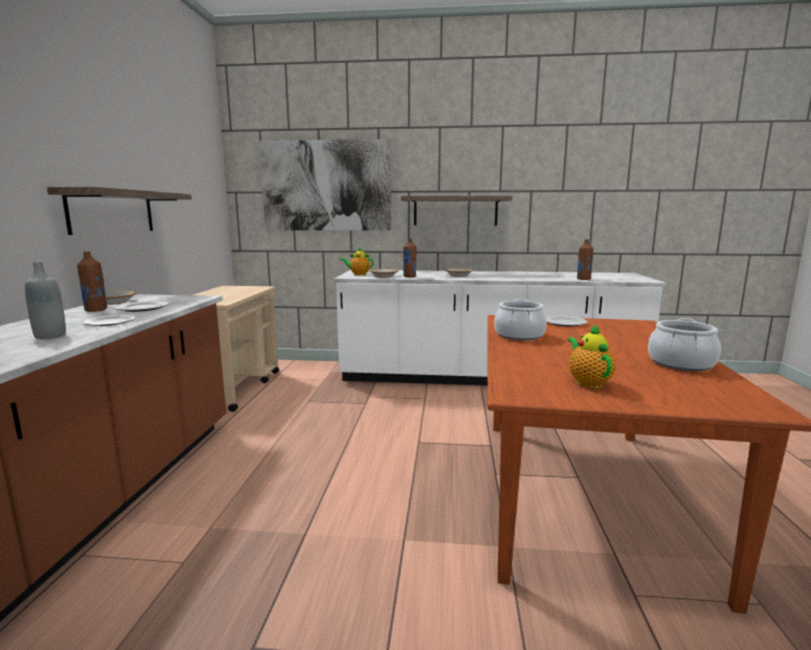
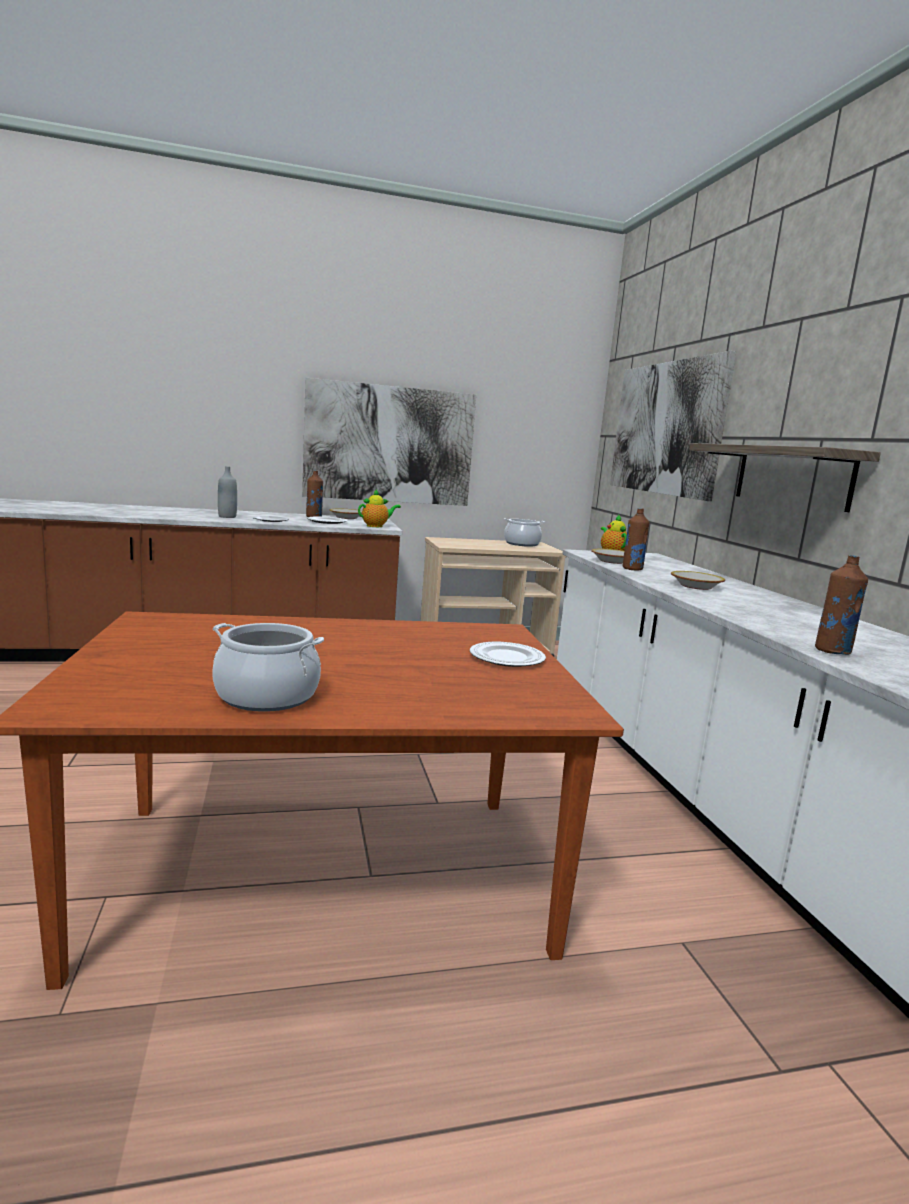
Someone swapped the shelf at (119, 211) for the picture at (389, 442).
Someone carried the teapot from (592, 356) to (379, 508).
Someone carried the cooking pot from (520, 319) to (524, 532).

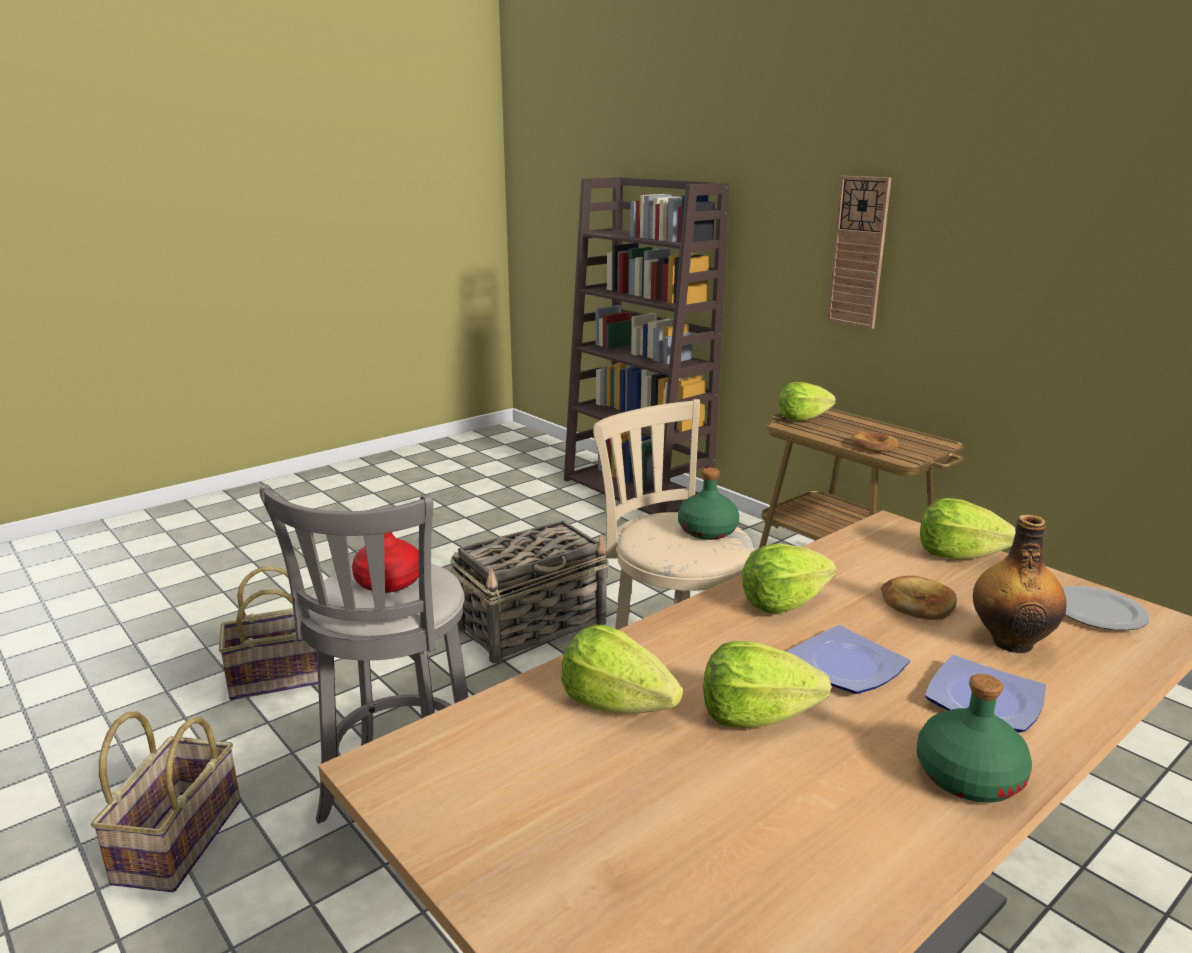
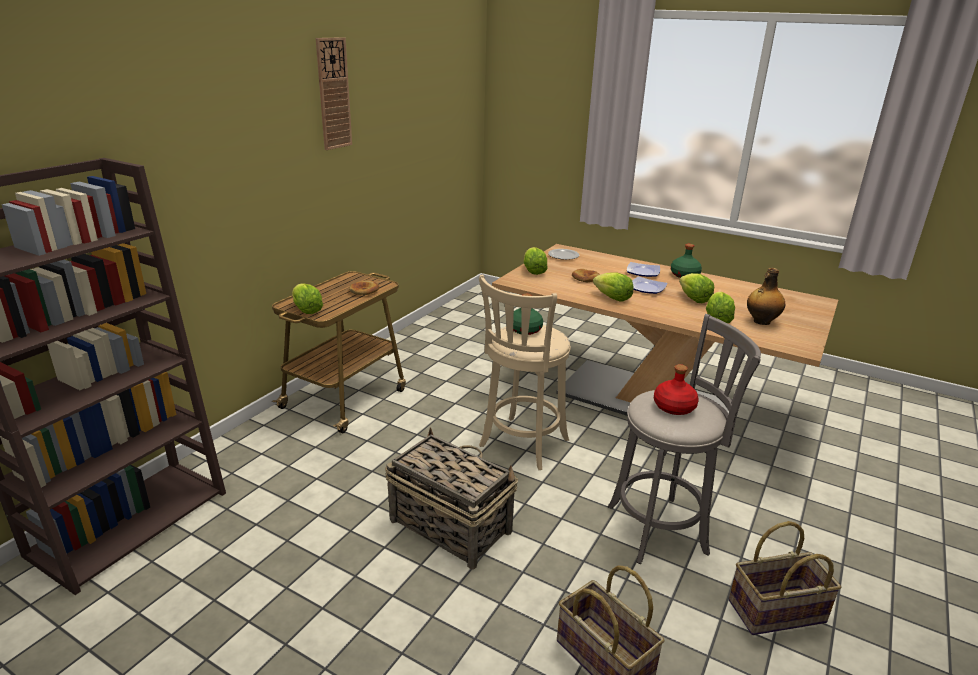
Someone carried the wall clock from (859, 252) to (334, 93).
Someone carried the bottle from (1020, 584) to (766, 296).

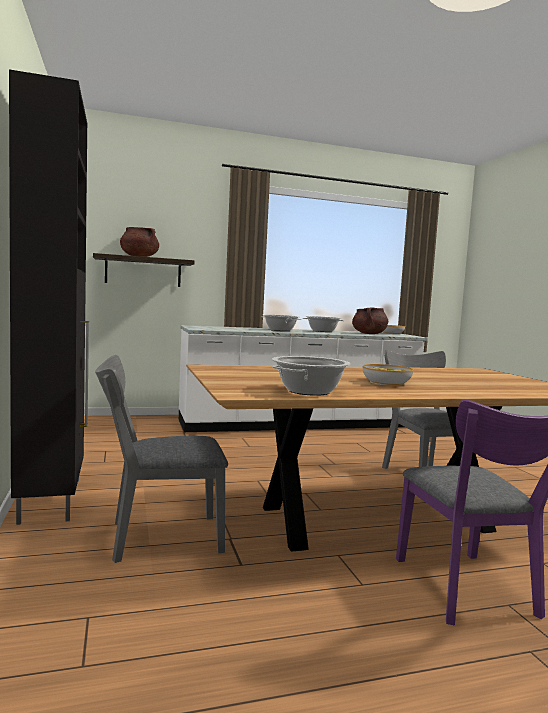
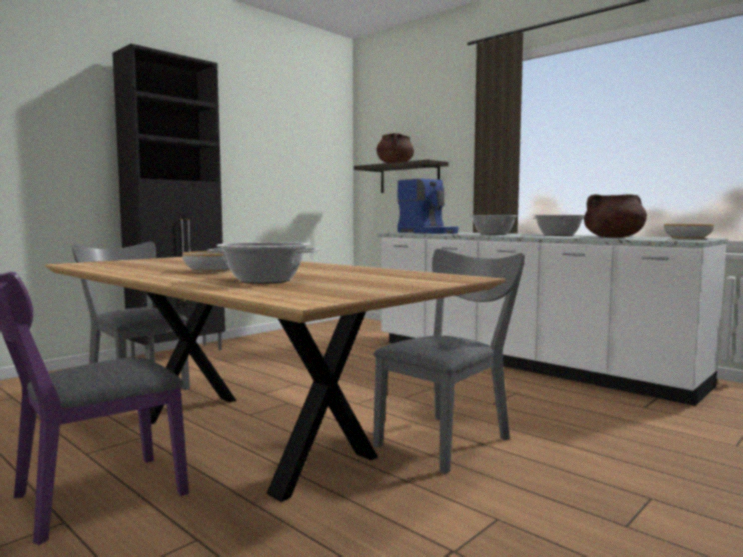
Someone carried the cooking pot from (311, 376) to (263, 263).
Someone put down the coffee machine at (427, 206).

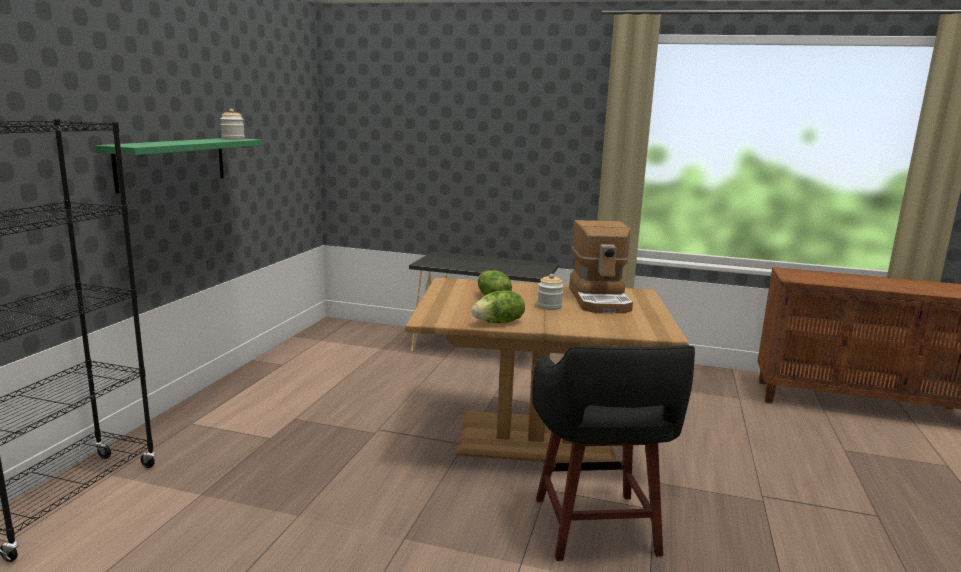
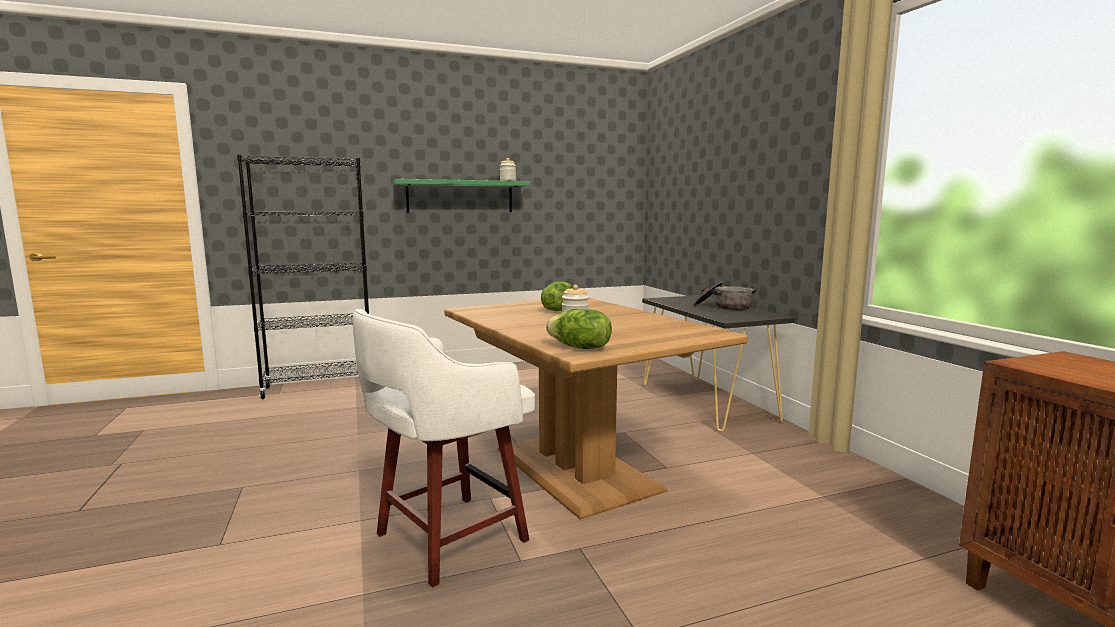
Someone repainted the black stool at (613, 453), which became the white stool at (444, 448).
Someone carried the lettuce from (498, 306) to (579, 329).
Someone put down the cooking pot at (725, 296).
Someone took away the coffee machine at (601, 266).

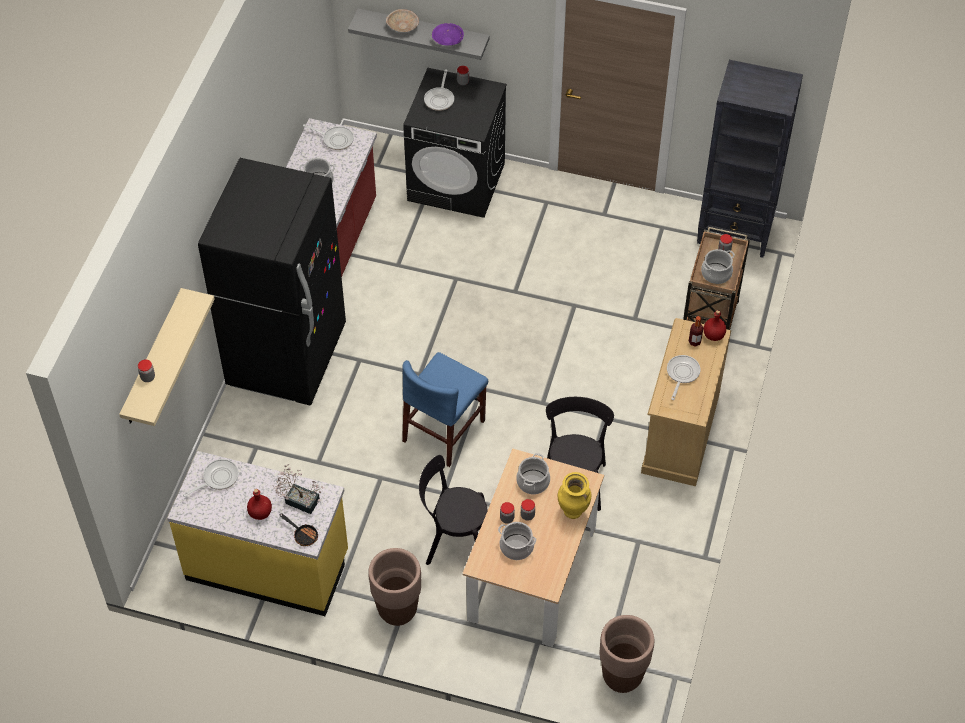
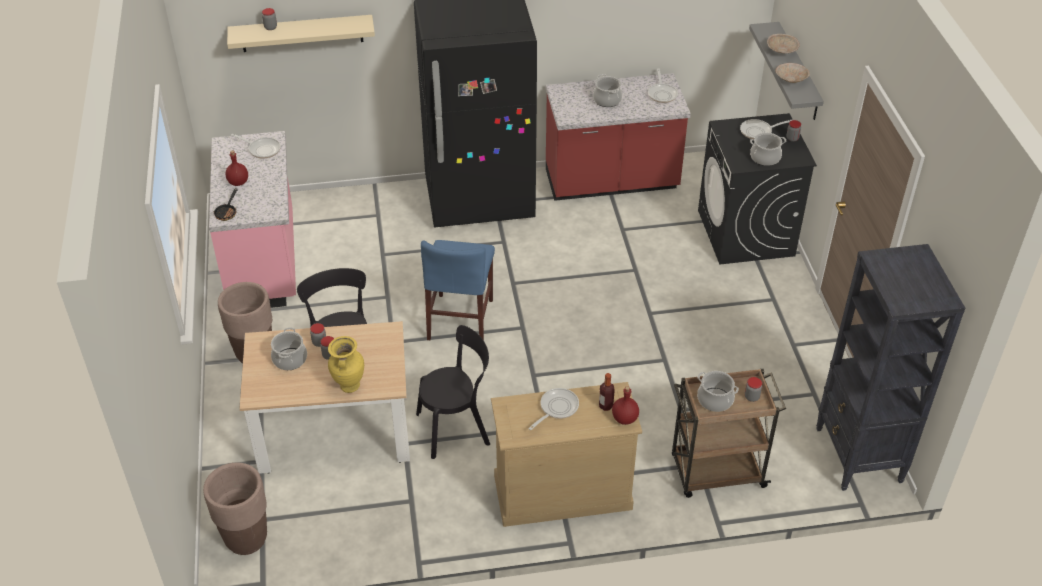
Someone repainted the yellow counter at (257, 533), which became the pink counter at (252, 219).
Someone rotated the blue chair at (445, 409) by 90 degrees counterclockwise.
Someone rotated the frying pan at (684, 377) by 45 degrees counterclockwise.
Someone carried the cooking pot from (533, 473) to (768, 149).
Someone repainted the purple bowl at (448, 34), which became the beige bowl at (792, 73).
Someone took away the potted plant at (298, 489).

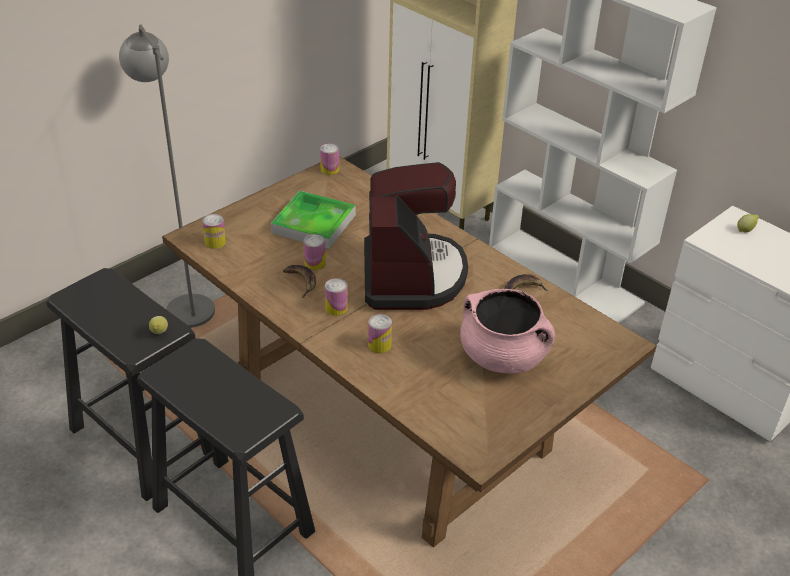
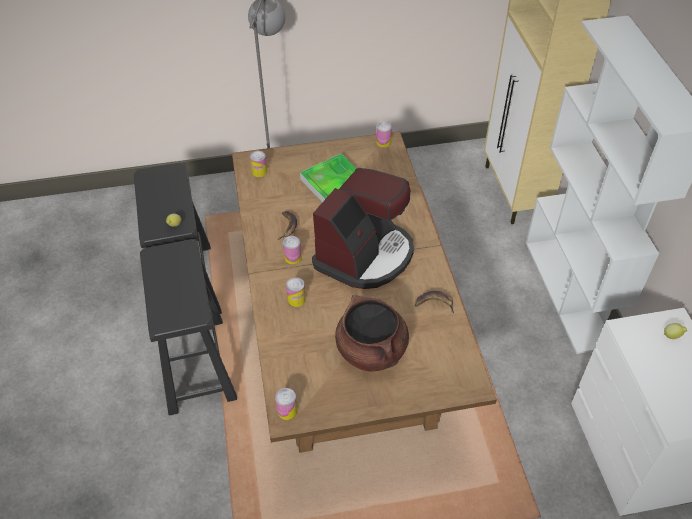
Someone carried the can from (314, 252) to (286, 404).
Someone repainted the pink cooking pot at (507, 331), which became the brown cooking pot at (372, 333).

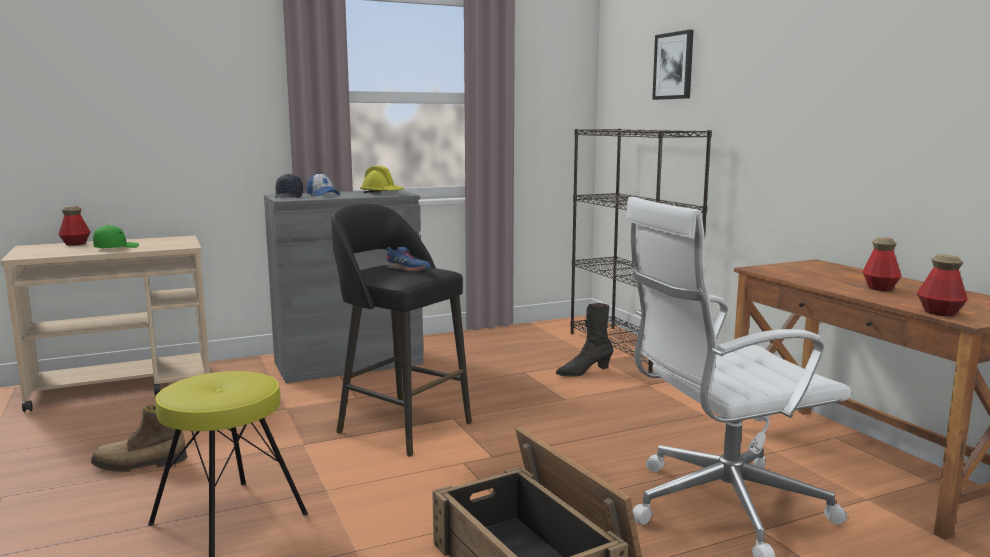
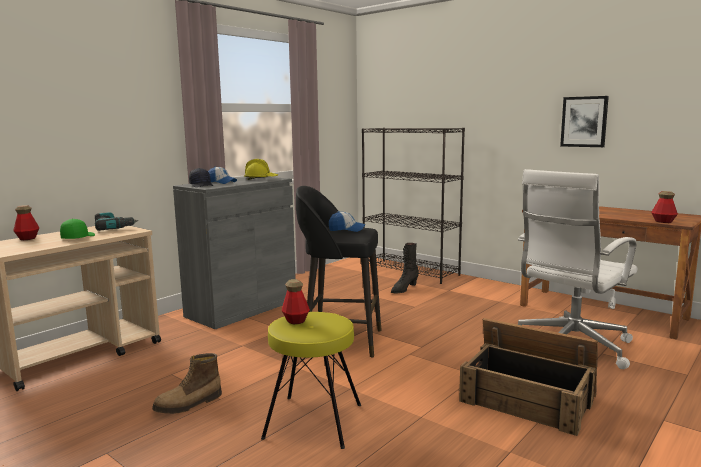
Someone put down the power drill at (116, 221).
Someone carried the bottle from (882, 264) to (296, 301).
Someone swapped the blue shoe at (408, 259) for the cap at (347, 221).
Someone carried the picture from (673, 65) to (584, 121).

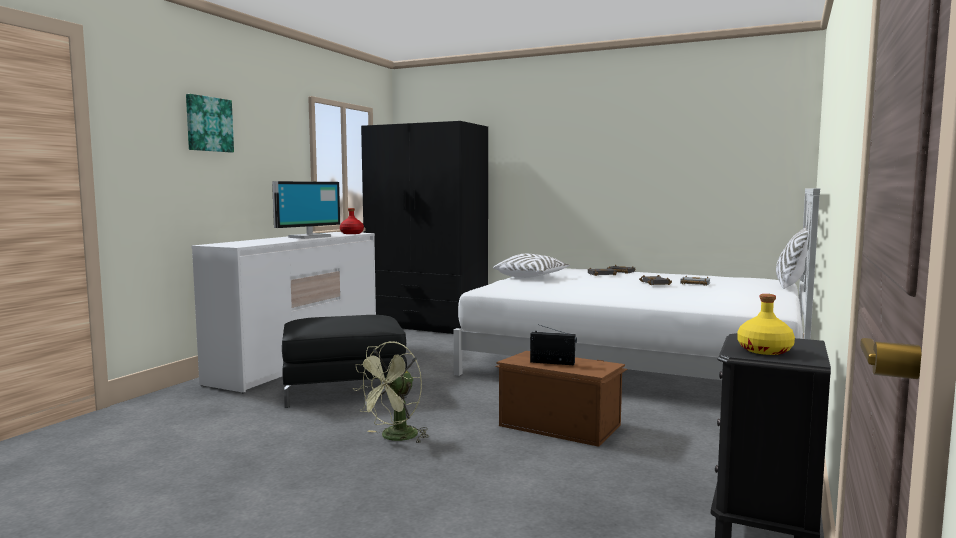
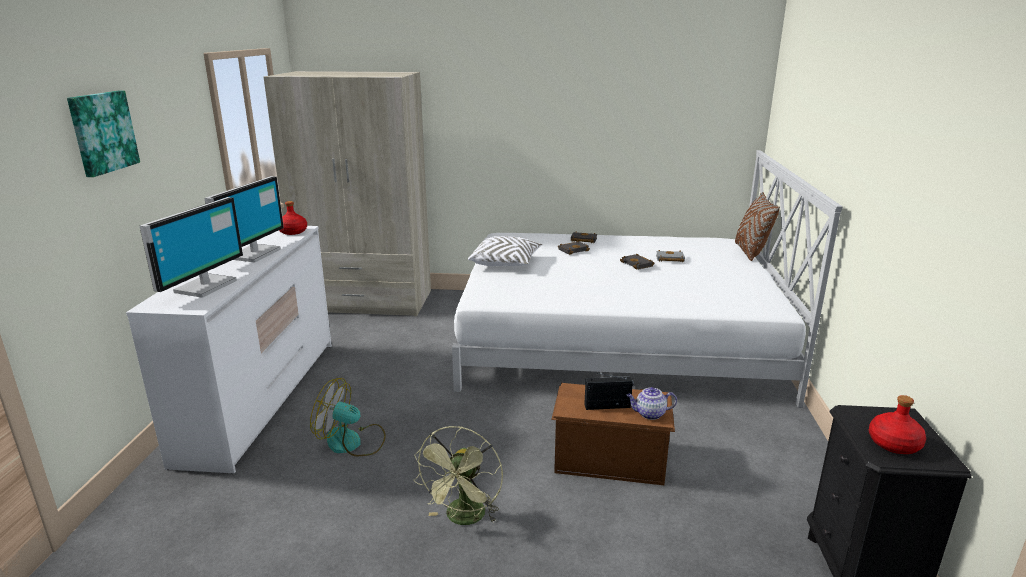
Someone put down the monitor at (191, 247).
Someone repainted the black wardrobe at (424, 227), which became the beige wardrobe at (347, 194).
Someone swapped the black ottoman at (344, 361) for the fan at (348, 417).
Someone put down the teapot at (652, 403).
Someone repainted the white pillow at (792, 258), which became the brown pillow at (757, 226).
Someone repainted the yellow bottle at (766, 324), which became the red bottle at (897, 424).

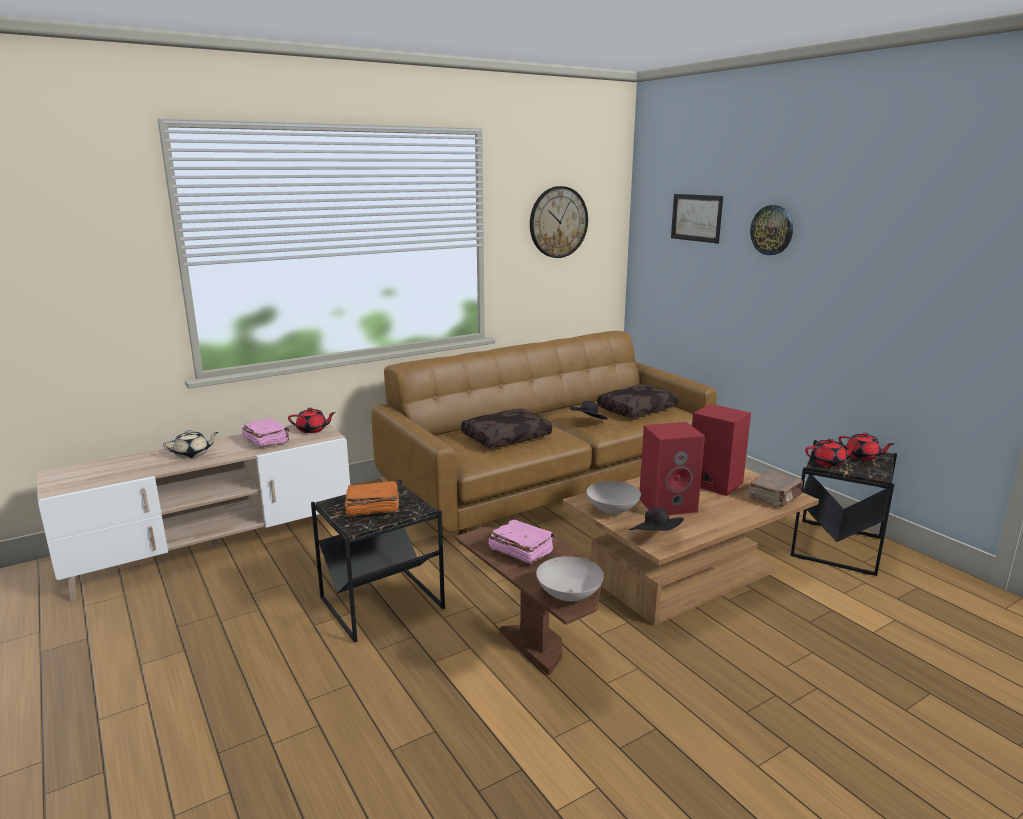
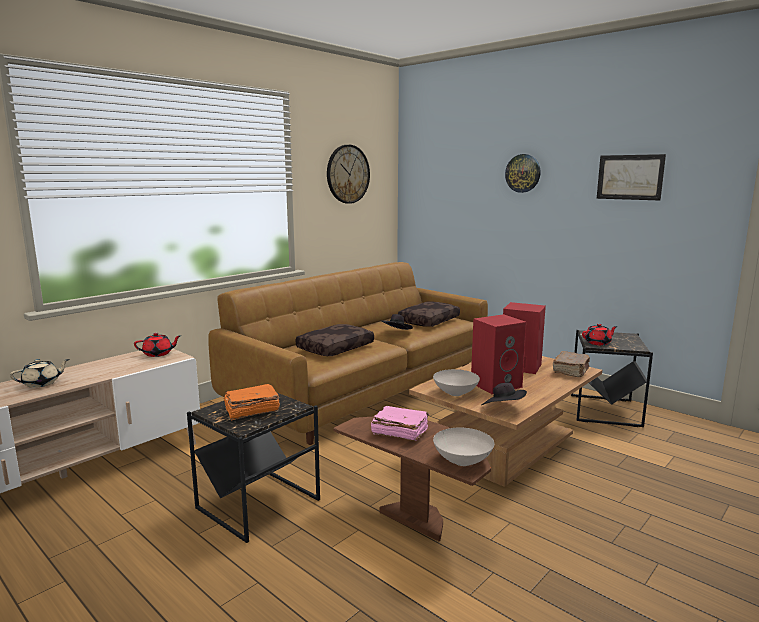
Someone carried the picture from (697, 219) to (631, 177).
Someone took away the pink book at (266, 433).
Someone took away the red teapot at (866, 446).

